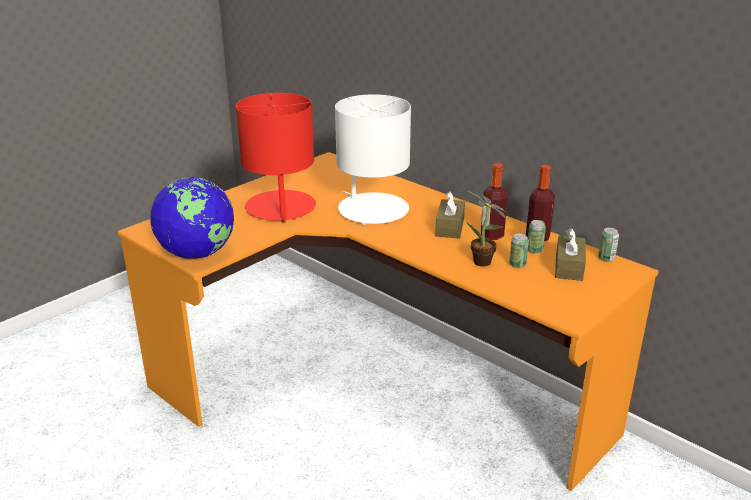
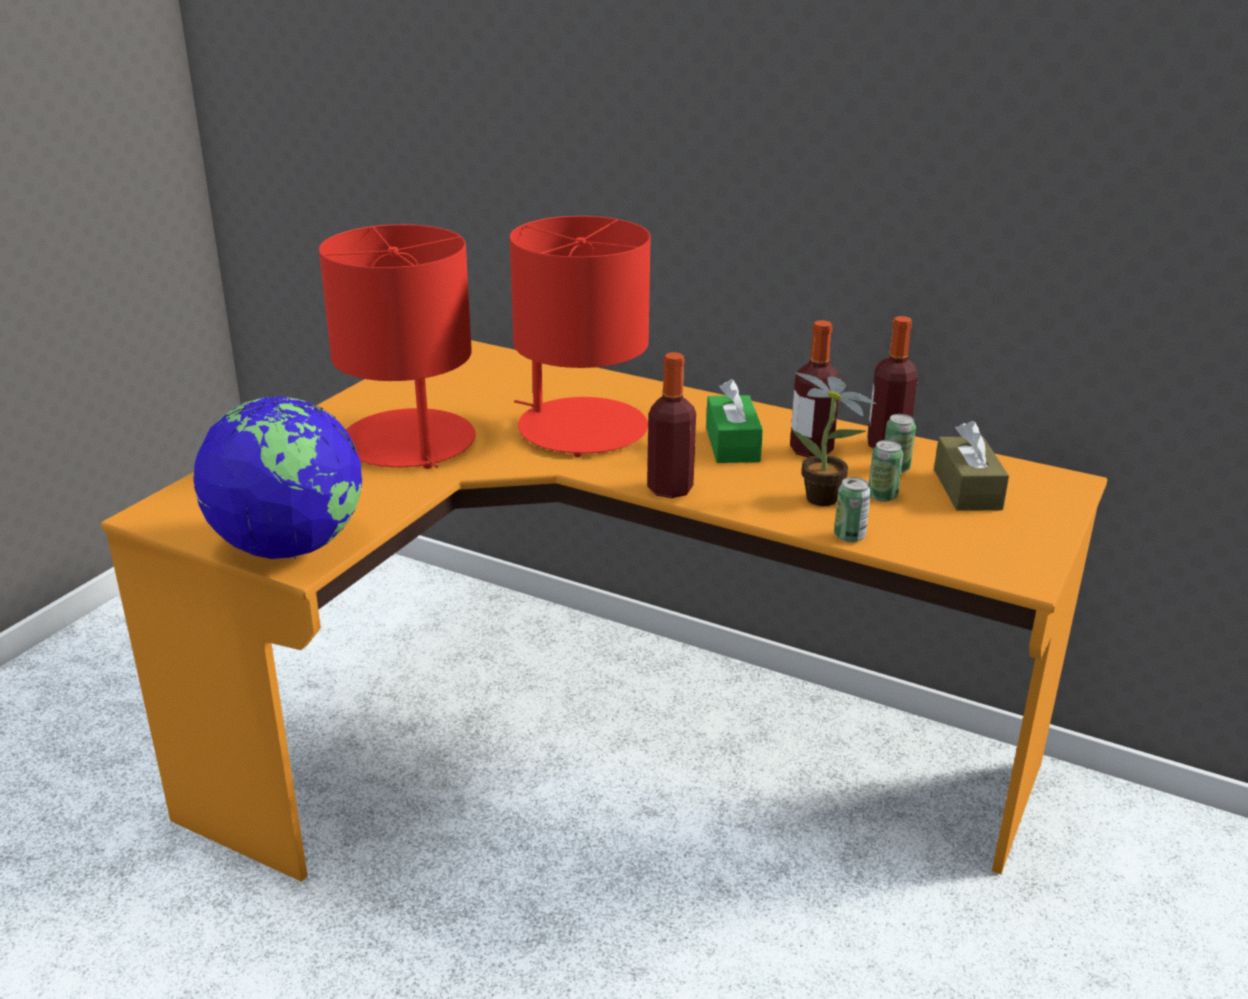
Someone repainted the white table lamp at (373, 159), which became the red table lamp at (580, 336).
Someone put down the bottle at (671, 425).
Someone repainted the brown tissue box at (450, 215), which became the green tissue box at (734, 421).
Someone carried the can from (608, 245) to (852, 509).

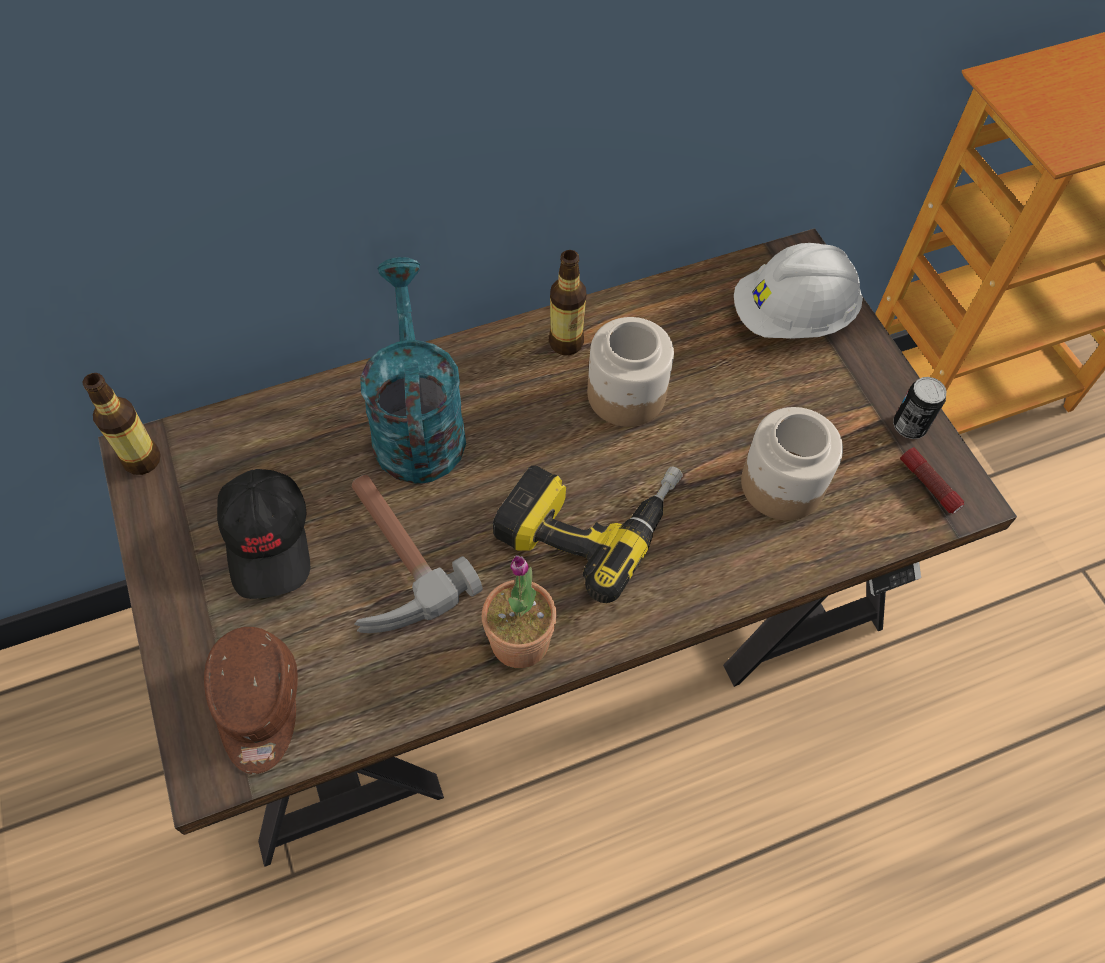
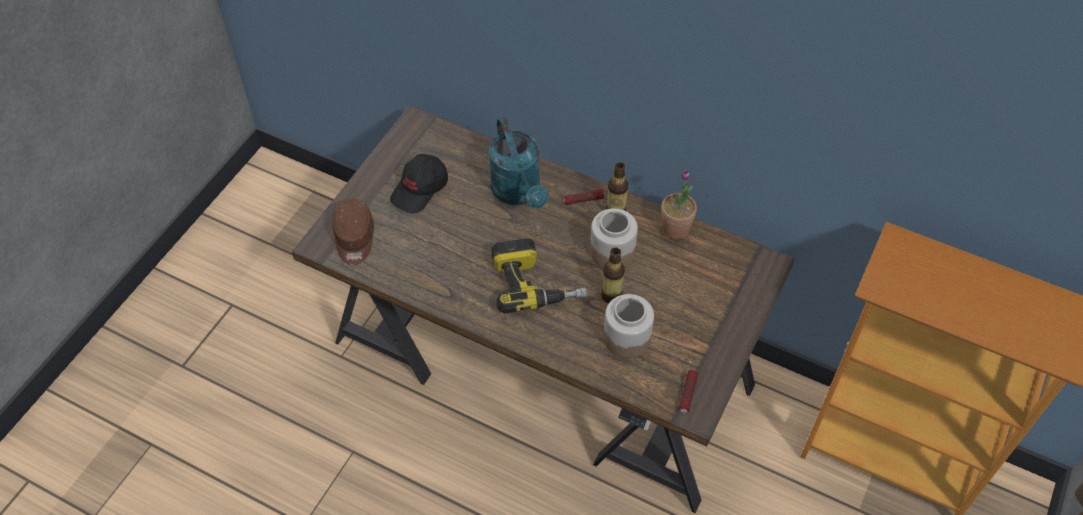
Someone rotated the brown cap at (251, 700) by 45 degrees counterclockwise.
Someone rotated the turquoise watering can at (413, 370) by 120 degrees clockwise.
Someone put down the flashlight at (584, 197).
Someone carried the bottle from (122, 424) to (613, 275).
Someone carried the potted plant from (519, 611) to (679, 204).
Someone took away the hammer at (417, 553).
Someone took away the white hard hat at (798, 291).
Someone took away the can at (920, 408).

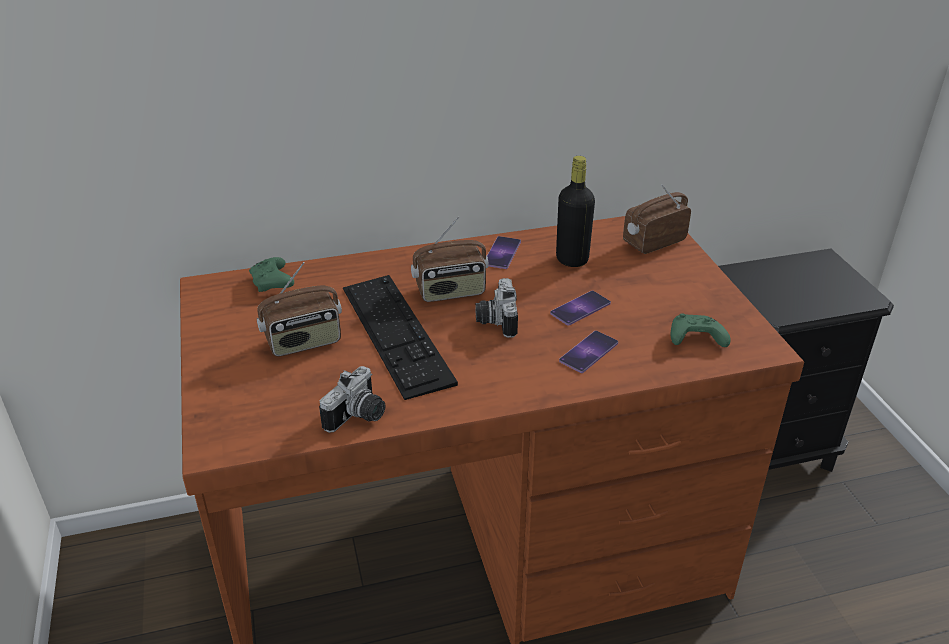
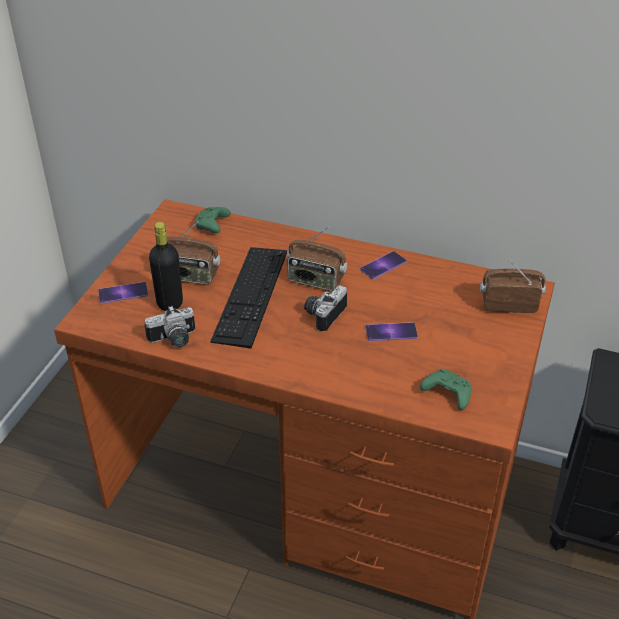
Someone carried the phone from (588, 352) to (123, 293).
Someone carried the black bottle from (575, 211) to (166, 266).

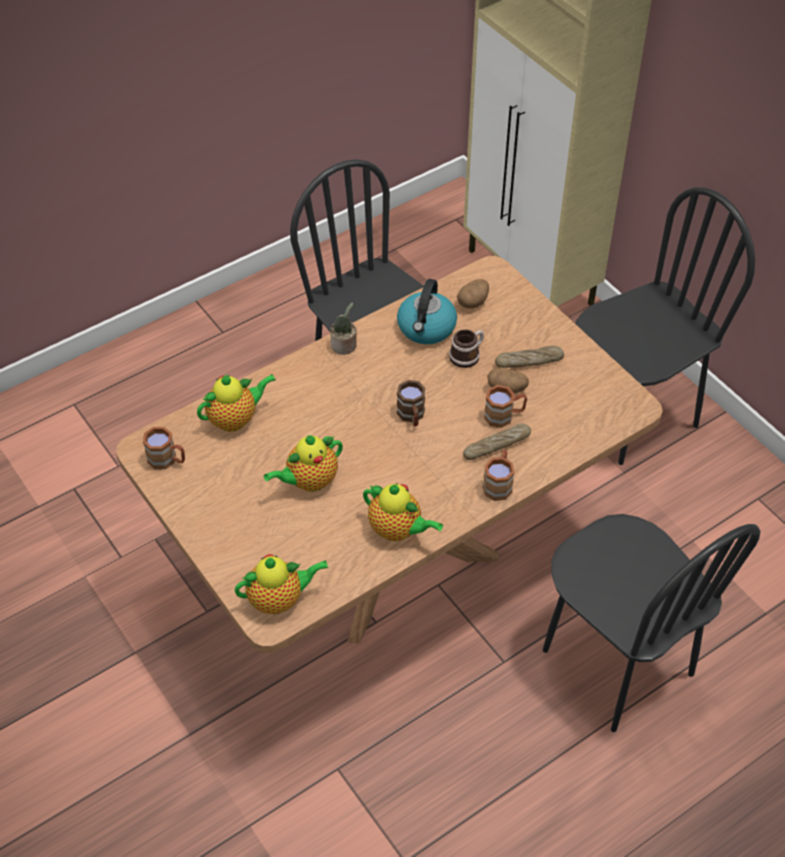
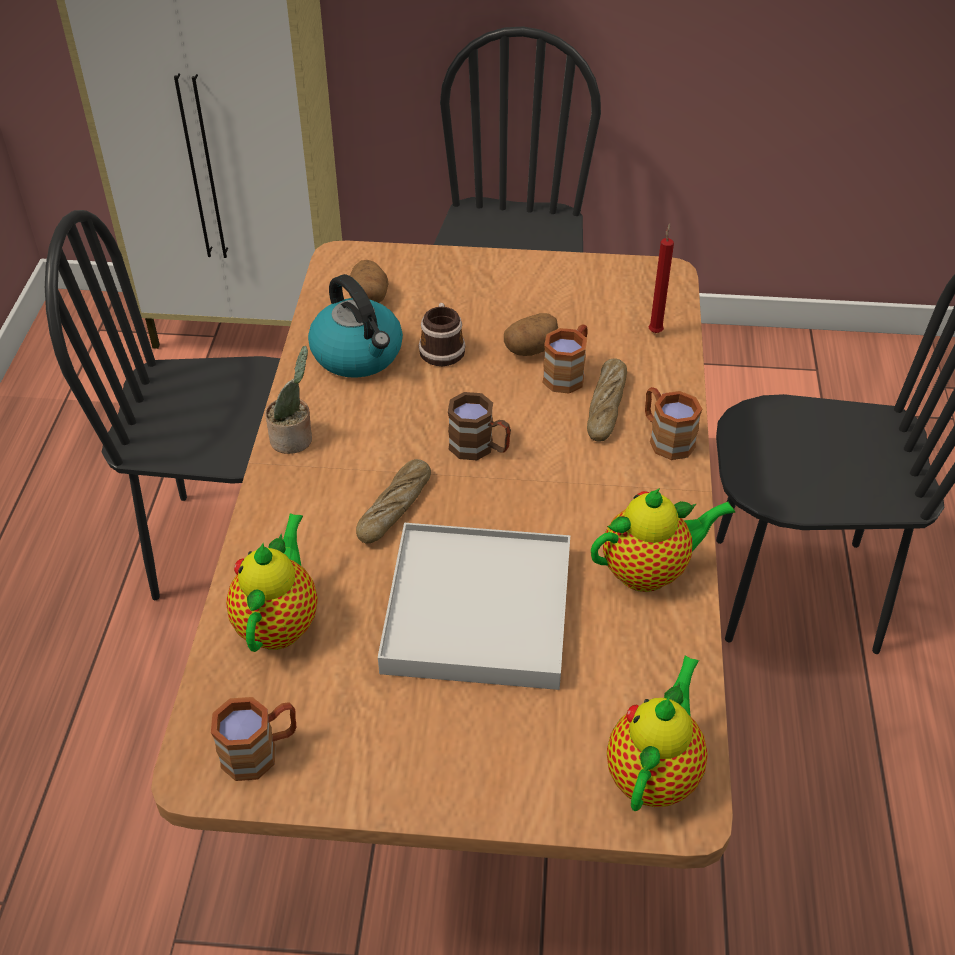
Someone carried the bread from (529, 357) to (393, 501).
Someone swapped the teapot at (303, 463) for the white tray at (474, 606).
Someone put down the red candle at (661, 278).

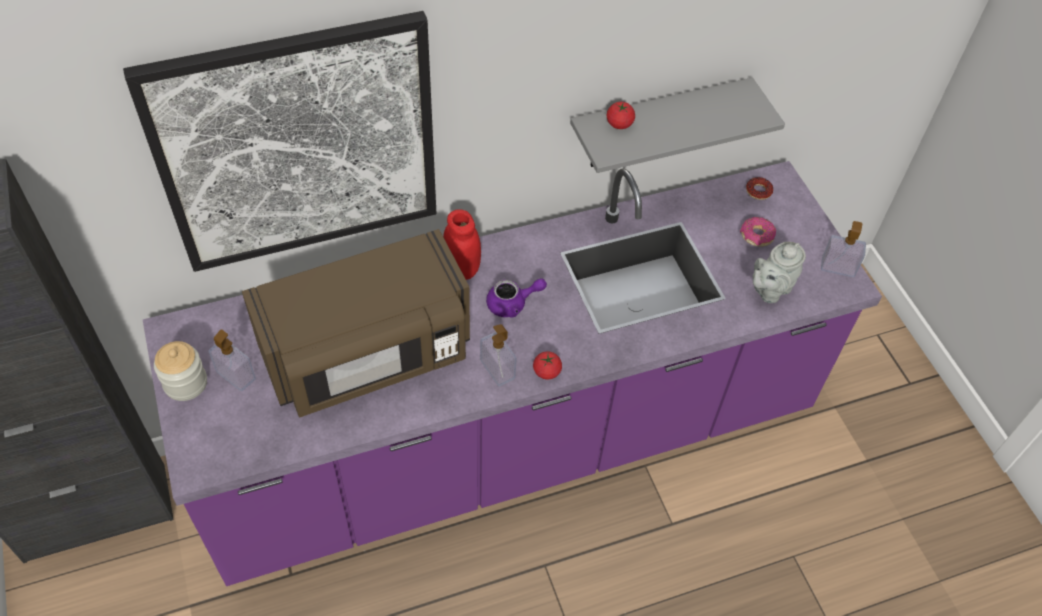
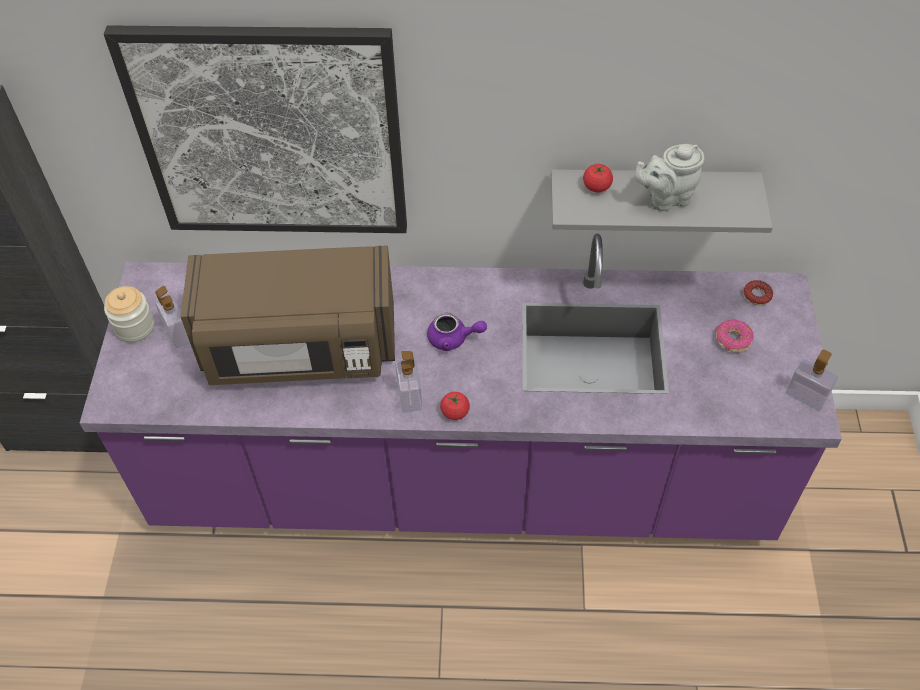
Someone carried the grey teapot from (779, 272) to (669, 177).
Someone took away the red jar at (462, 244).

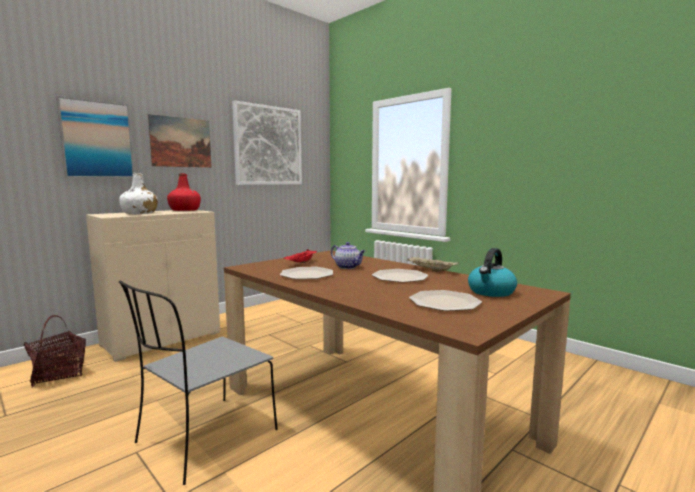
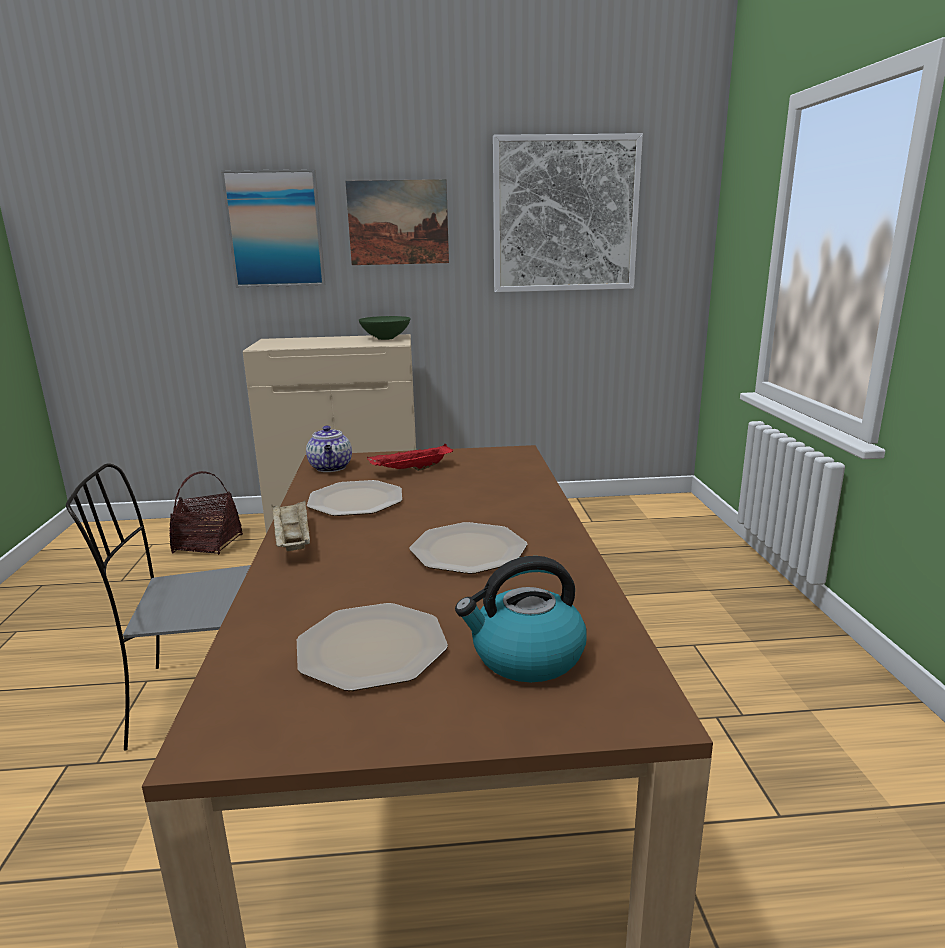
Someone carried the beige tray from (433, 264) to (290, 526).
Someone carried the teapot from (348, 255) to (329, 448).
Someone swapped the red bottle at (184, 192) for the green bowl at (385, 328).
Someone took away the white bottle at (138, 193).

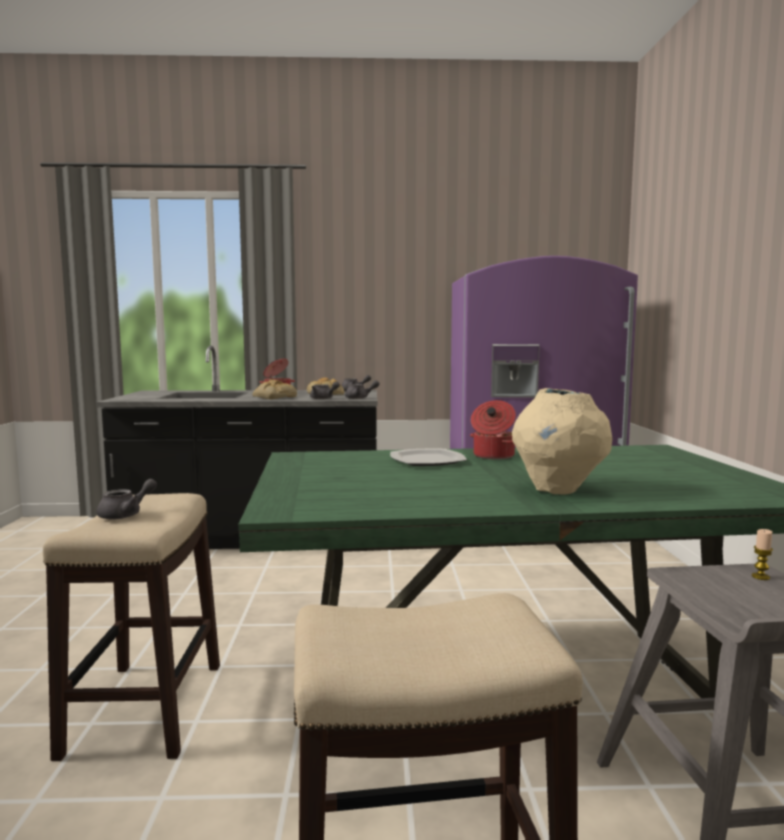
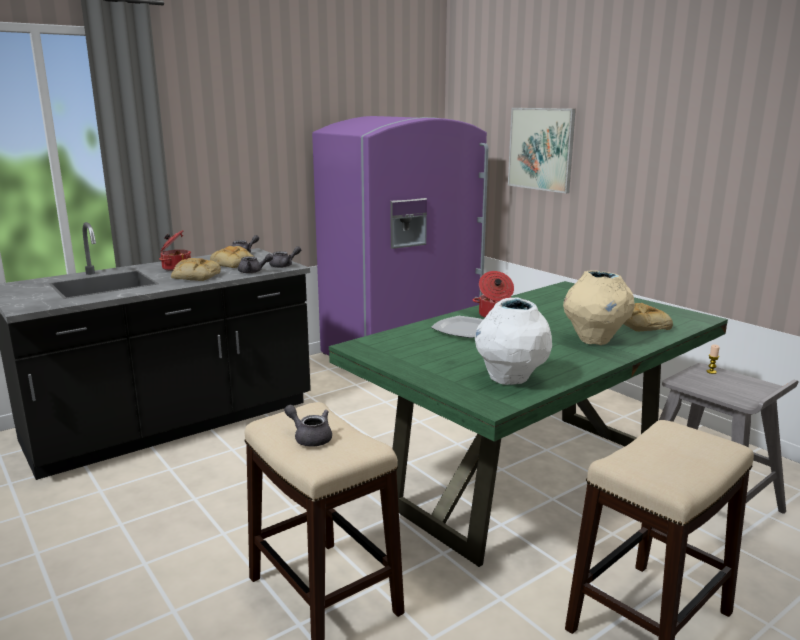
Someone rotated the grey teapot at (127, 499) by 60 degrees counterclockwise.
Someone put down the white vase at (513, 341).
Someone put up the picture at (542, 150).
Someone put down the bread at (648, 317).

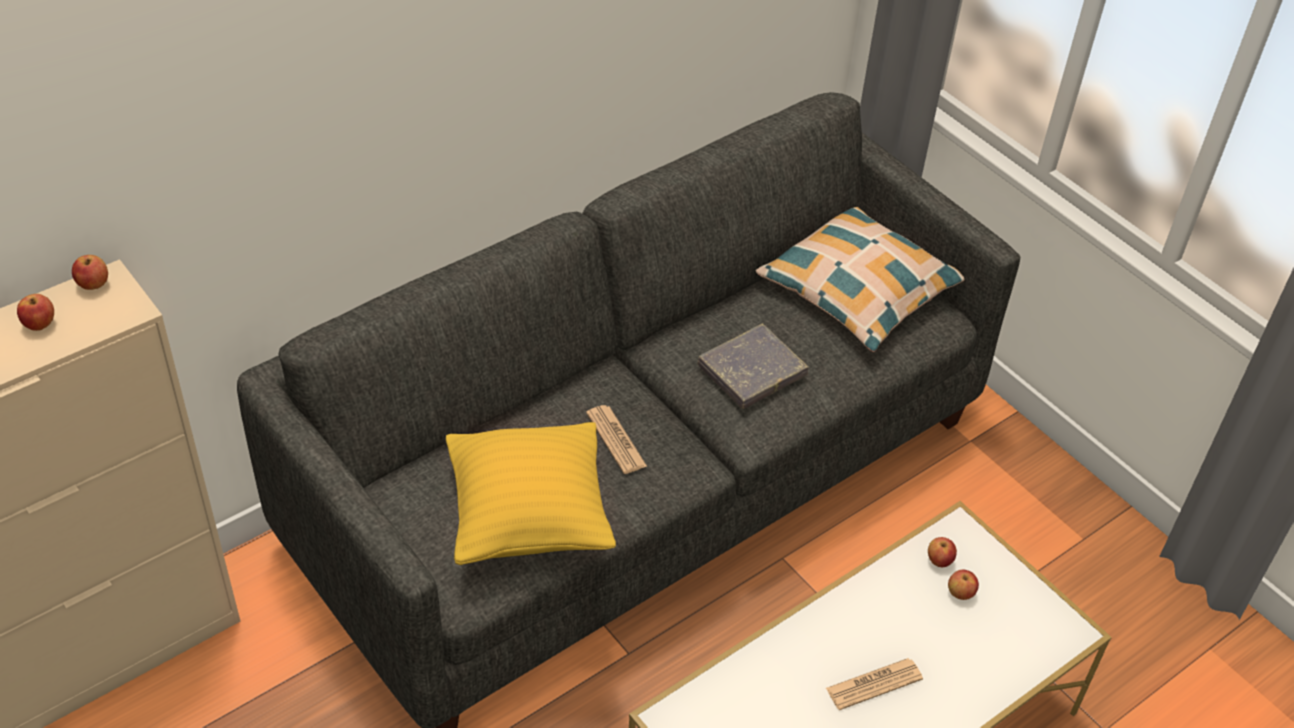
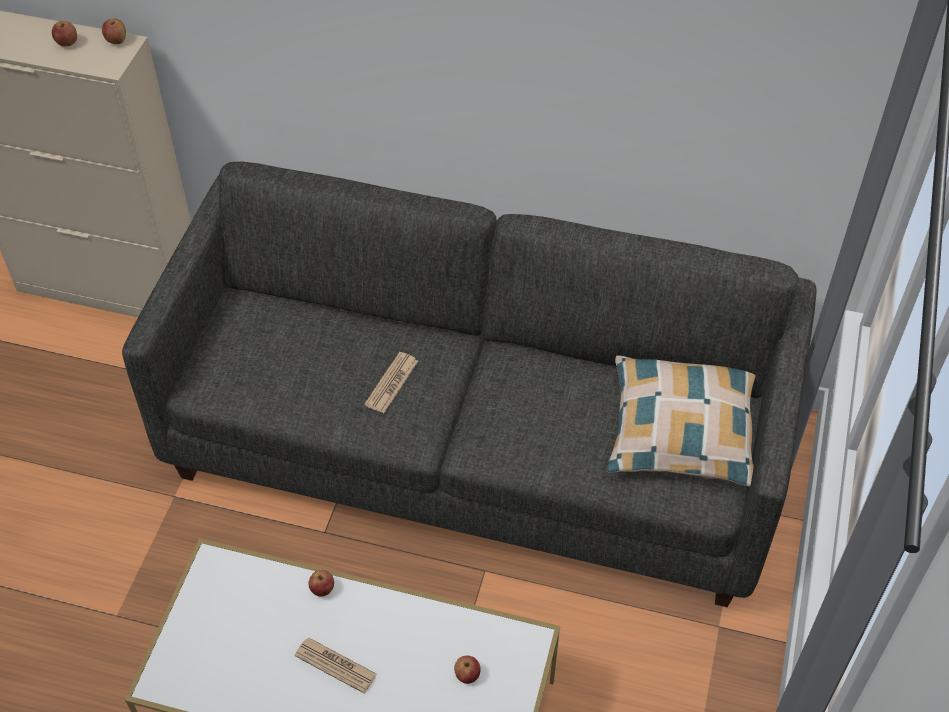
Someone carried the apple from (942, 552) to (321, 583).
Someone took away the yellow pillow at (531, 493).
Someone took away the grey book at (753, 366).

